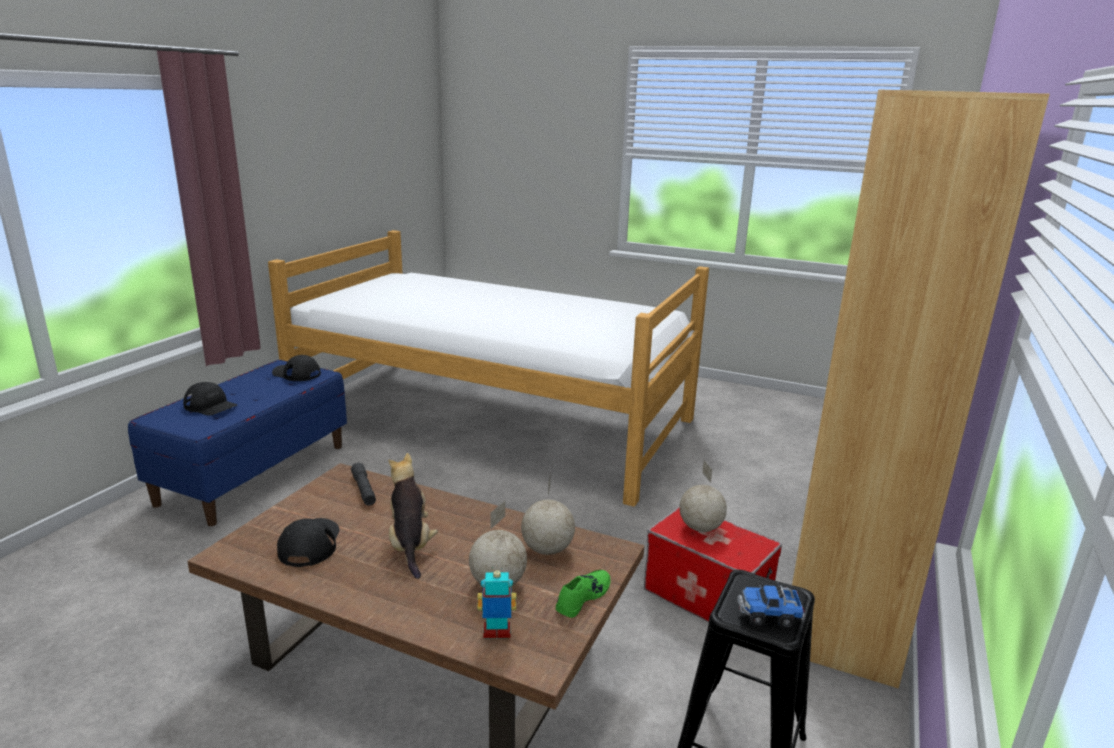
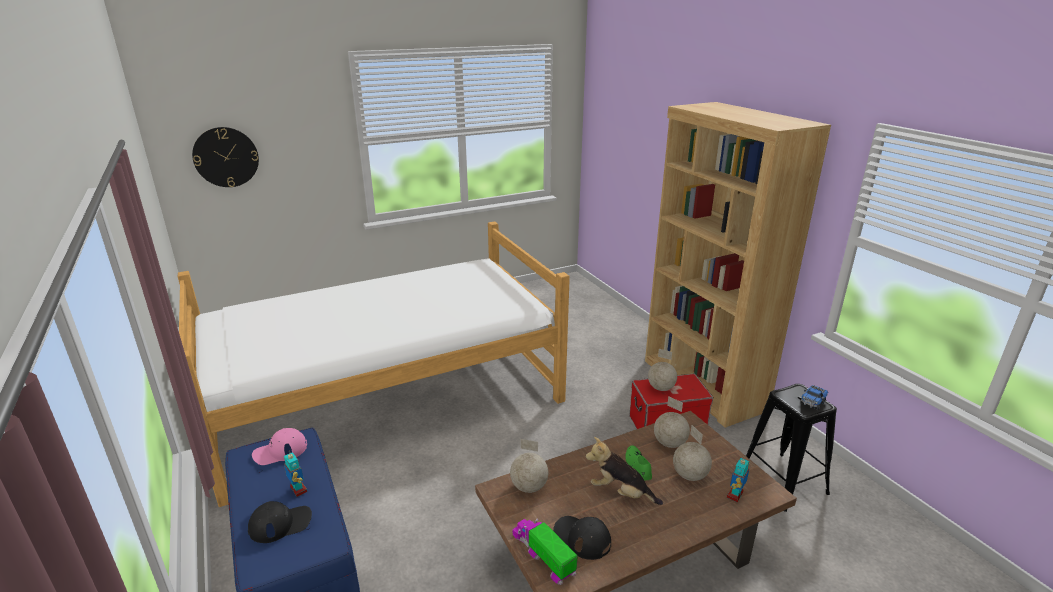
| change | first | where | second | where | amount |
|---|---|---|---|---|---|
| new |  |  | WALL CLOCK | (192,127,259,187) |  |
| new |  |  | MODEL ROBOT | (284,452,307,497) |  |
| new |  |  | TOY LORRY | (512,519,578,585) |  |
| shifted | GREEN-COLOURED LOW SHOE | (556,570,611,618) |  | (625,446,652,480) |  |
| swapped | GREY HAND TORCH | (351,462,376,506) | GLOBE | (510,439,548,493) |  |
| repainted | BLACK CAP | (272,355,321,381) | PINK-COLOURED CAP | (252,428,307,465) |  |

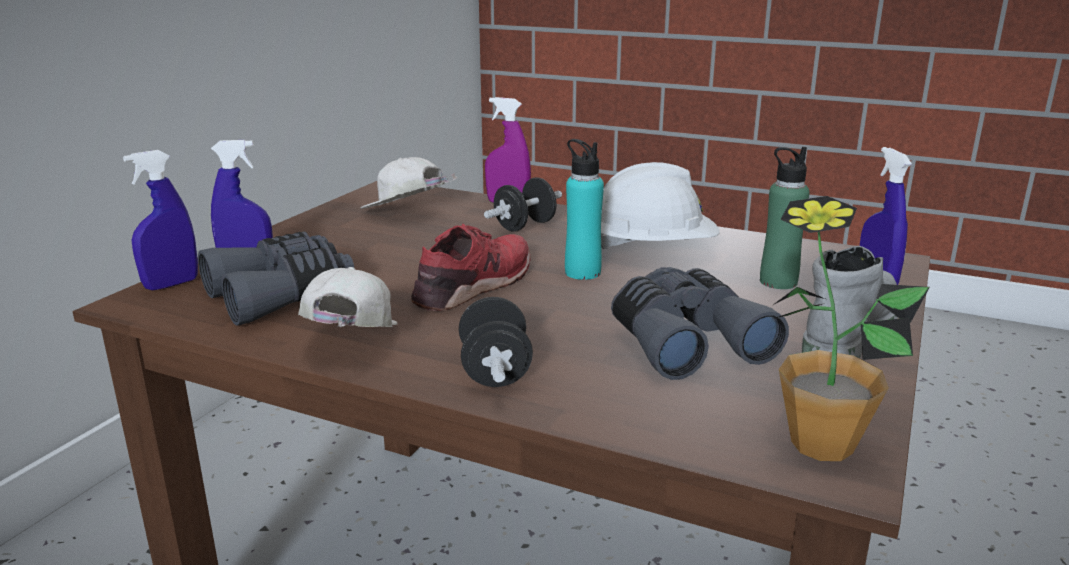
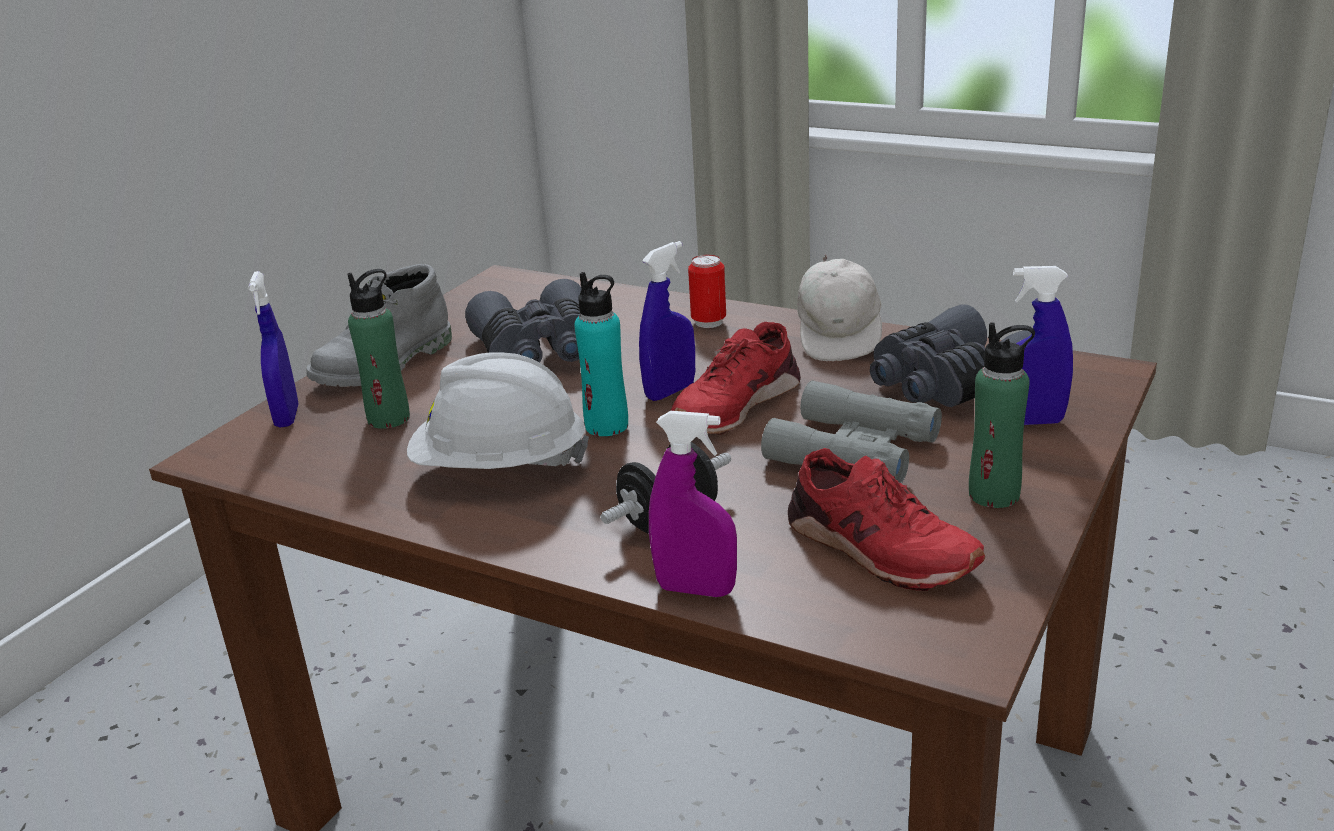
| change | first | where | second | where | amount |
|---|---|---|---|---|---|
| gone | HOUSEPLANT | (772,196,930,461) |  |  |  |
| new |  |  | GREY BINOCULARS | (761,381,942,483) |  |
| new |  |  | GREEN-COLOURED BOTTLE | (969,322,1035,508) |  |
| shifted | BLUE-COLOURED SPRAY BOTTLE | (123,150,198,291) |  | (639,241,695,401) |  |
| swapped | WHITE-COLOURED CAP | (360,157,457,209) | RED-COLOURED LOW SHOE | (788,448,985,591) |  |
| swapped | BLACK FREE WEIGHT | (459,297,533,387) | CAN | (688,255,726,328) |  |

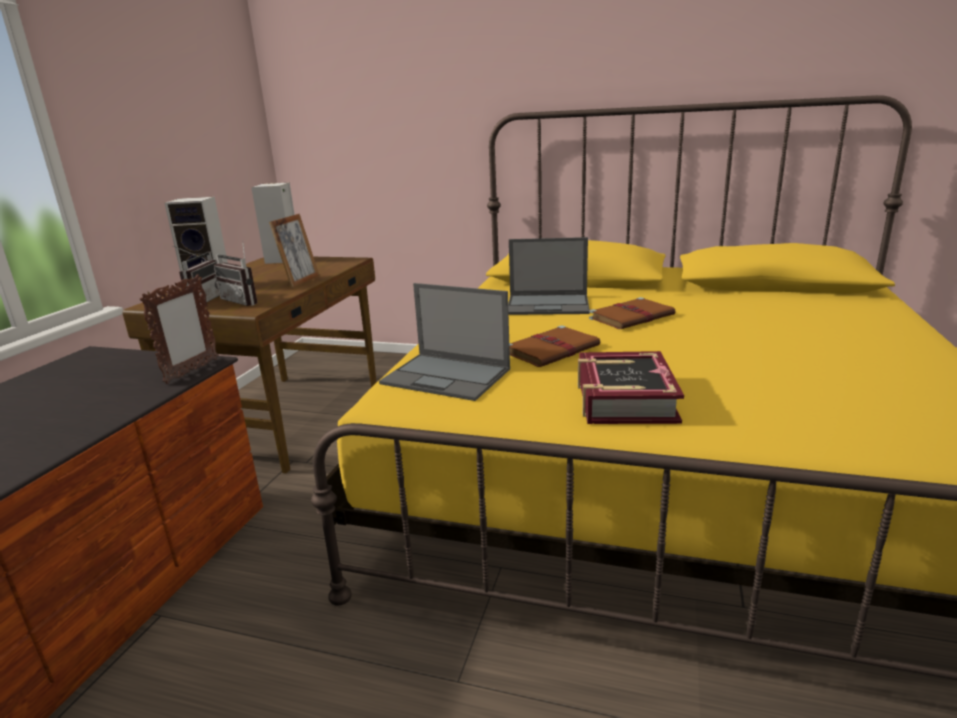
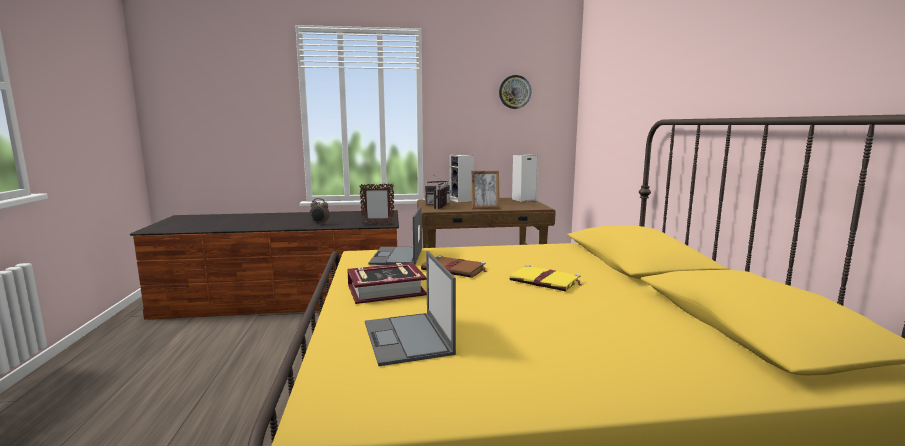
| change | first | where | second | where | amount |
|---|---|---|---|---|---|
| new |  |  | TABLE CLOCK | (310,198,330,224) |  |
| new |  |  | WALL CLOCK | (499,75,531,109) |  |
| shifted | NOTEBOOK COMPUTER | (508,237,590,315) |  | (365,251,456,366) |  |
| repainted | BROWN-COLOURED BOOK | (589,297,676,329) | YELLOW BOOK | (510,265,583,292) |  |

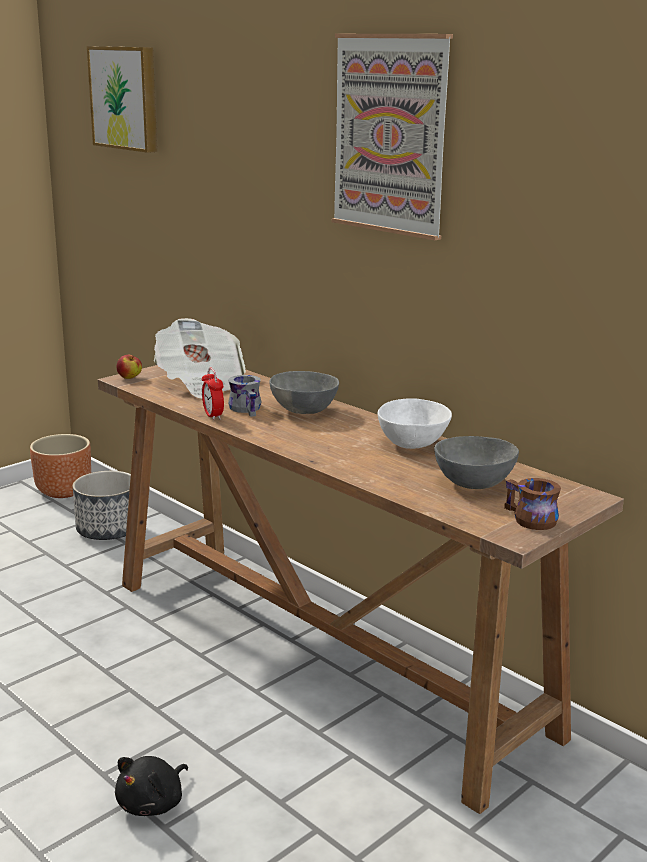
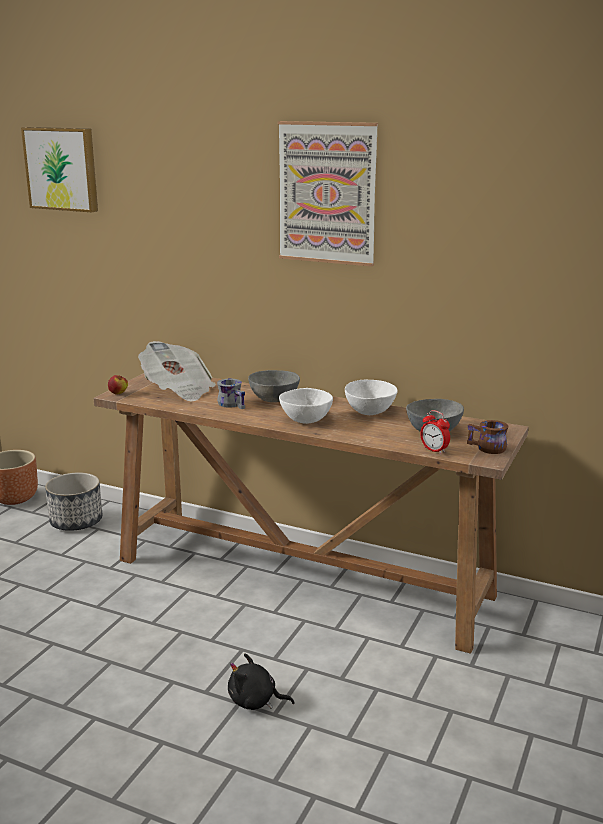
| change | first | where | second | where | amount |
|---|---|---|---|---|---|
| new |  |  | WHITE-COLOURED SERVING BOWL | (279,388,333,424) |  |
| shifted | TABLE CLOCK | (202,368,224,420) |  | (420,410,450,454) |  |
| rotated | BLACK SOFT TOY | (115,756,188,816) |  | (228,653,294,710) | 90 degrees clockwise |

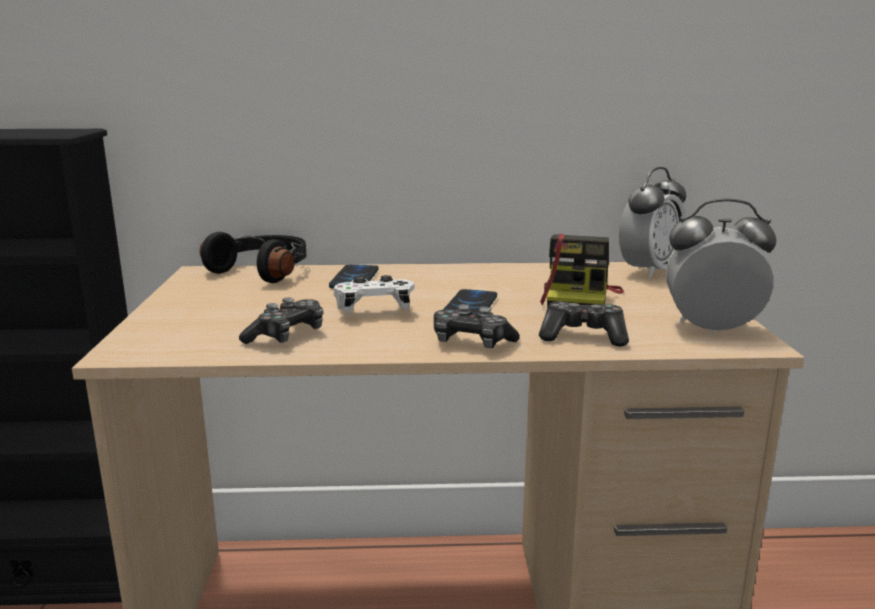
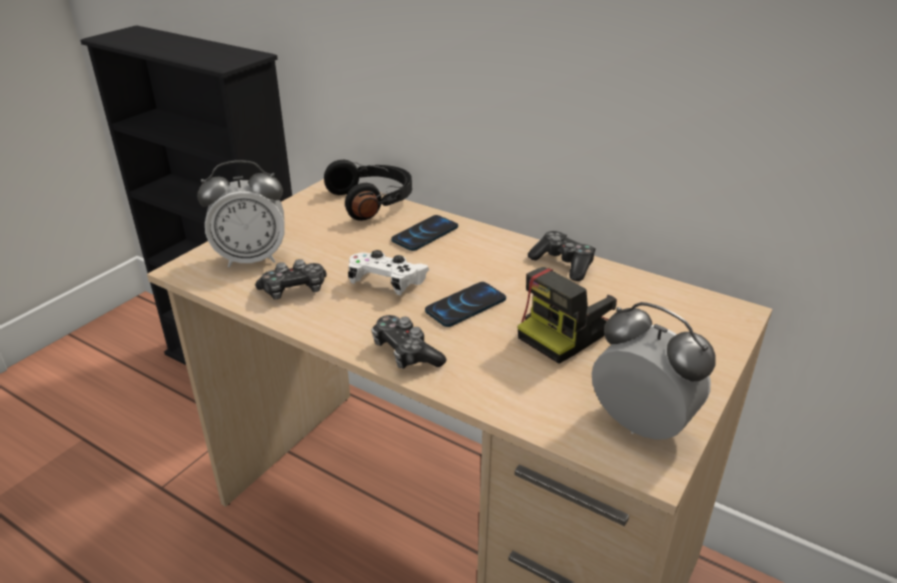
| change | first | where | second | where | amount |
|---|---|---|---|---|---|
| shifted | GAME CONTROLLER | (539,301,629,346) |  | (528,231,596,281) |  |
| shifted | TABLE CLOCK | (619,167,686,278) |  | (197,160,285,268) |  |

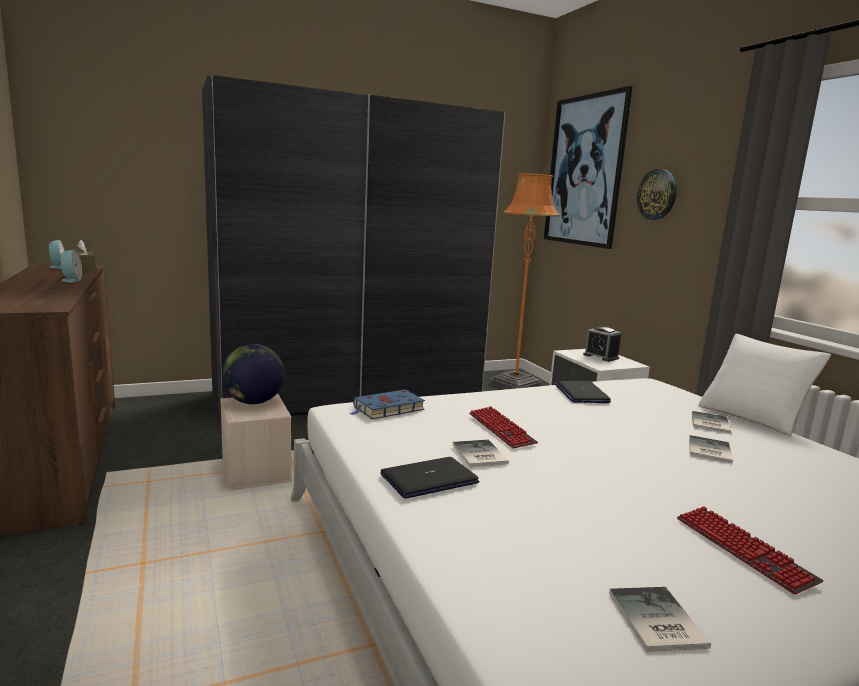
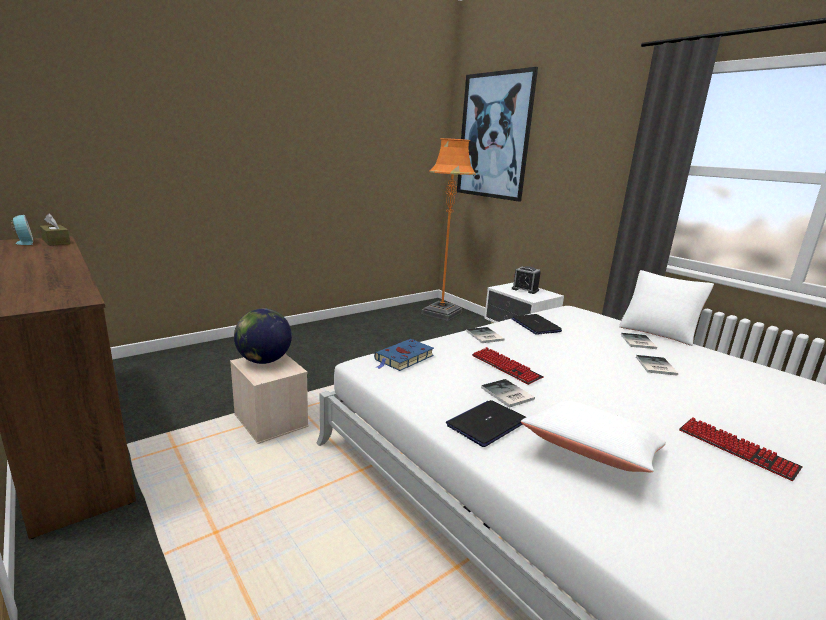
| change | first | where | second | where | amount |
|---|---|---|---|---|---|
| gone | TABLE CLOCK | (59,250,82,282) |  |  |  |
| gone | GREY WARDROBE | (202,75,505,424) |  |  |  |
| gone | WALL CLOCK | (637,169,677,220) |  |  |  |
| new |  |  | WHITE-COLOURED CUSHION | (521,401,666,472) |  |
| shifted | BOOK | (609,587,711,652) |  | (466,327,504,343) |  |

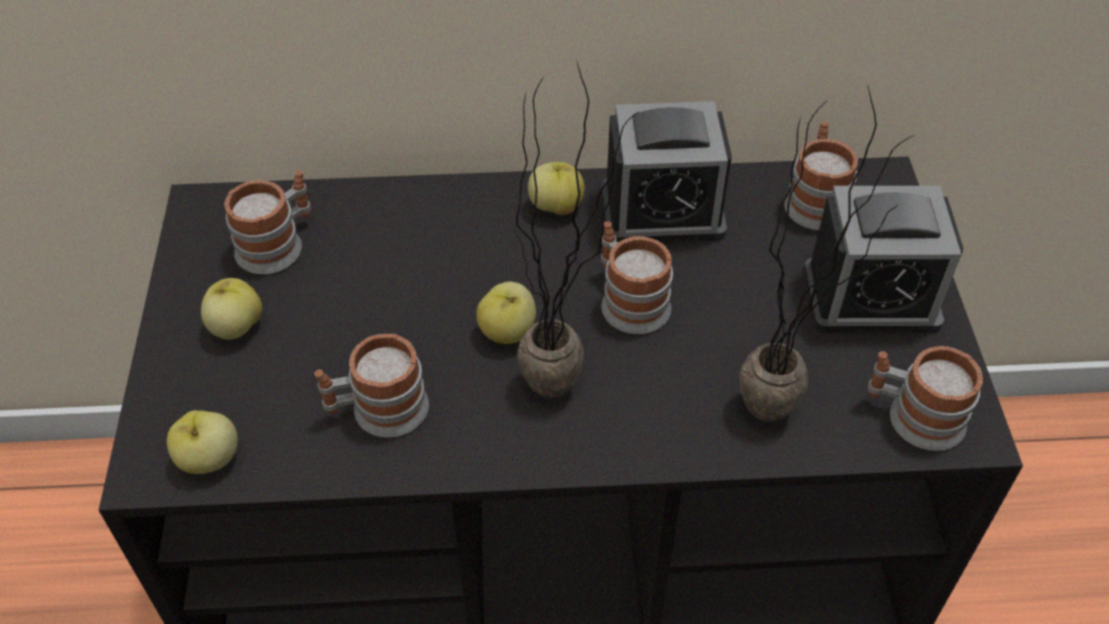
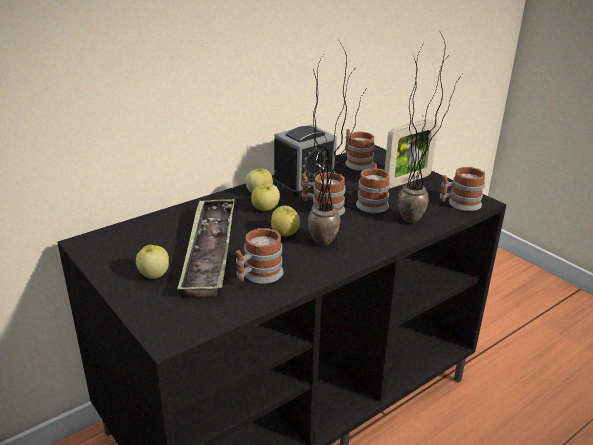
| change | first | where | second | where | amount |
|---|---|---|---|---|---|
| new |  |  | TRAY | (177,199,235,298) |  |
| shifted | WHOLE APPLE | (167,410,238,474) |  | (251,183,280,211) |  |
| shifted | MUG | (225,170,311,274) |  | (356,163,390,213) |  |
| swapped | TABLE CLOCK | (803,186,964,333) | STANDING FRAME | (385,119,438,188) |  |

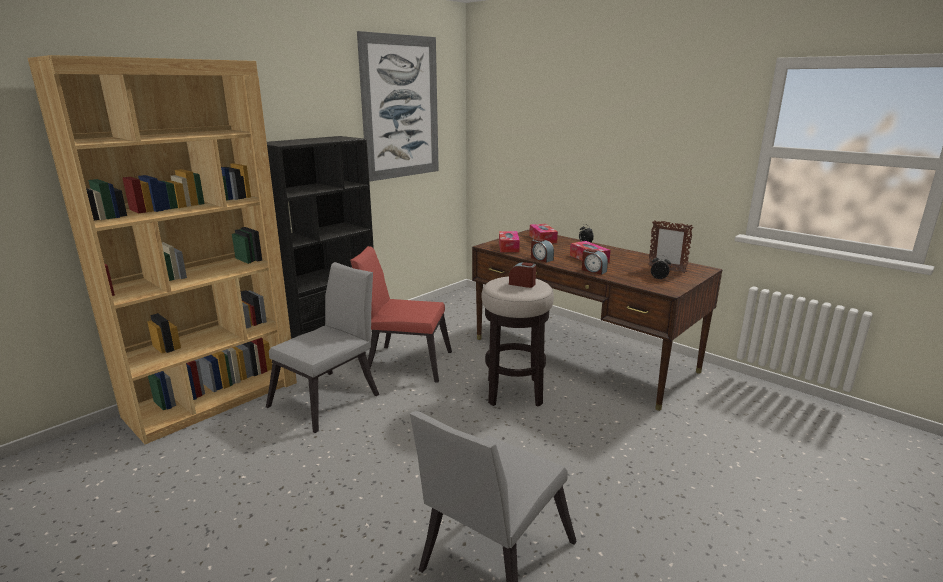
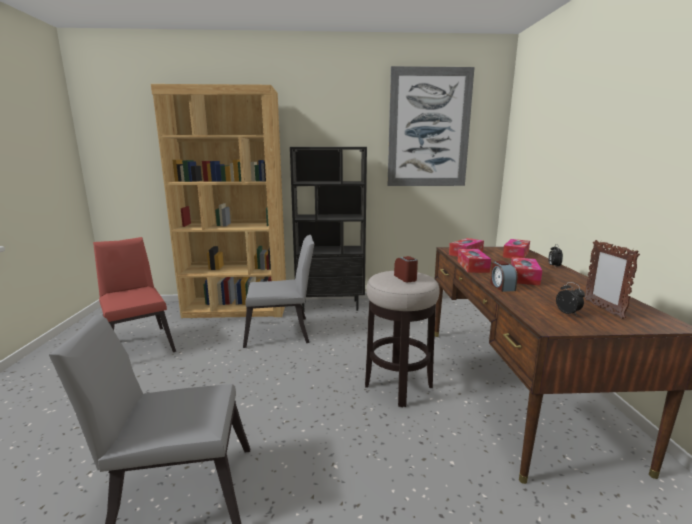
| change | first | where | second | where | amount |
|---|---|---|---|---|---|
| shifted | RED-COLOURED PLAIN CHAIR | (350,246,452,383) |  | (93,237,176,352) |  |
| swapped | TABLE CLOCK | (531,238,554,263) | BOX OF TISSUES | (457,249,491,273) |  |

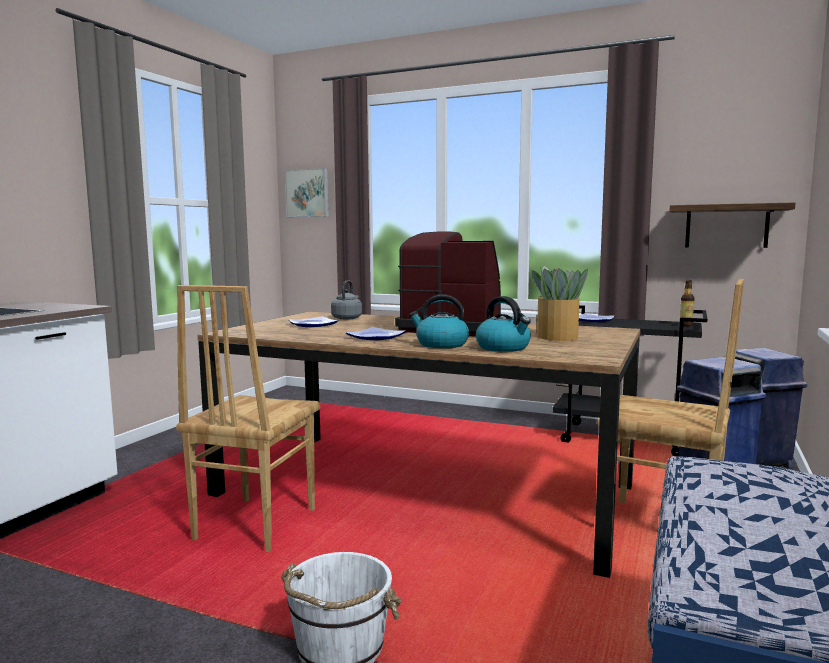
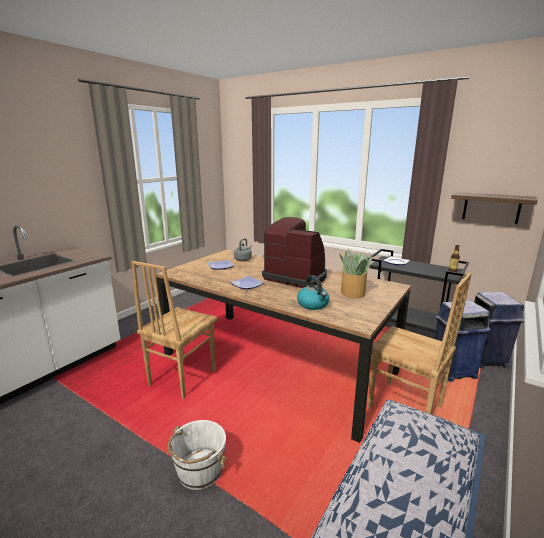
| change | first | where | second | where | amount |
|---|---|---|---|---|---|
| gone | PICTURE | (285,168,329,217) |  |  |  |
| gone | KETTLE | (409,295,469,348) |  |  |  |

